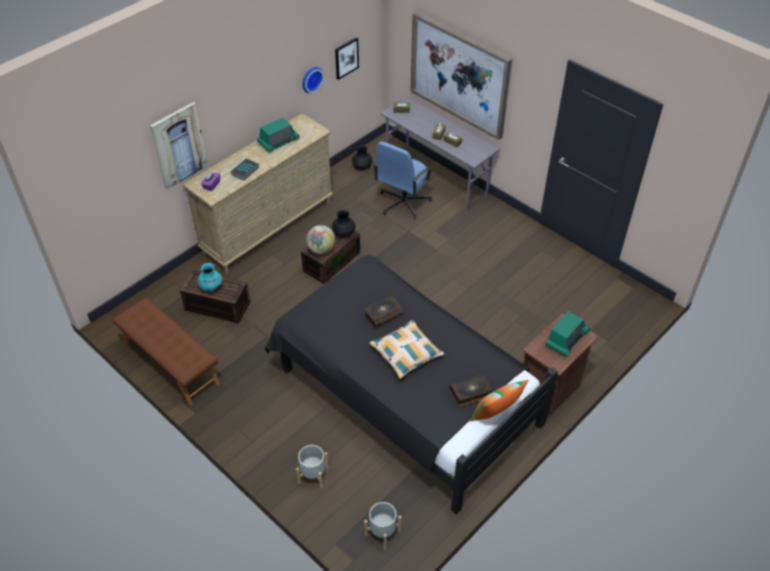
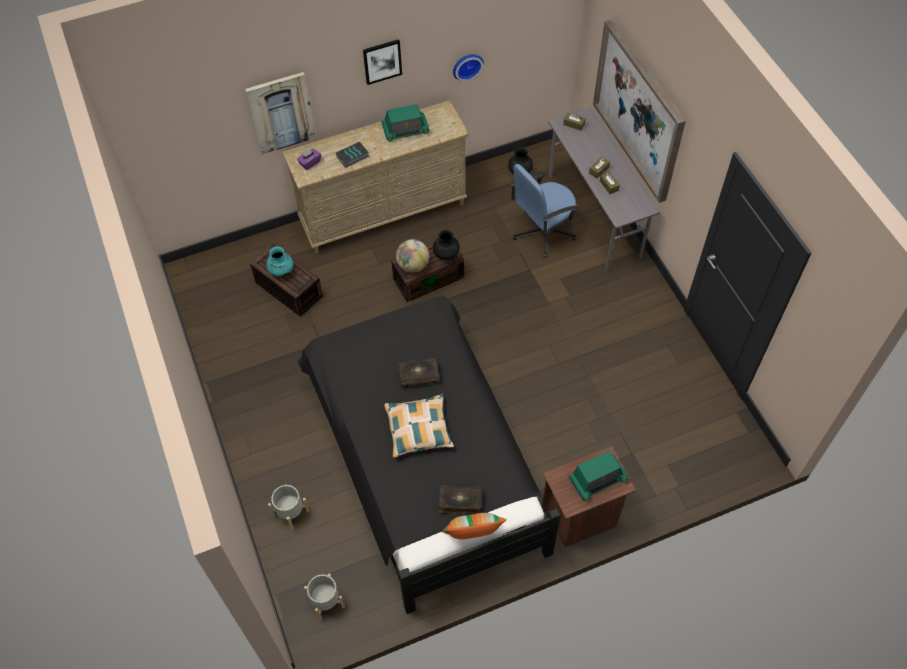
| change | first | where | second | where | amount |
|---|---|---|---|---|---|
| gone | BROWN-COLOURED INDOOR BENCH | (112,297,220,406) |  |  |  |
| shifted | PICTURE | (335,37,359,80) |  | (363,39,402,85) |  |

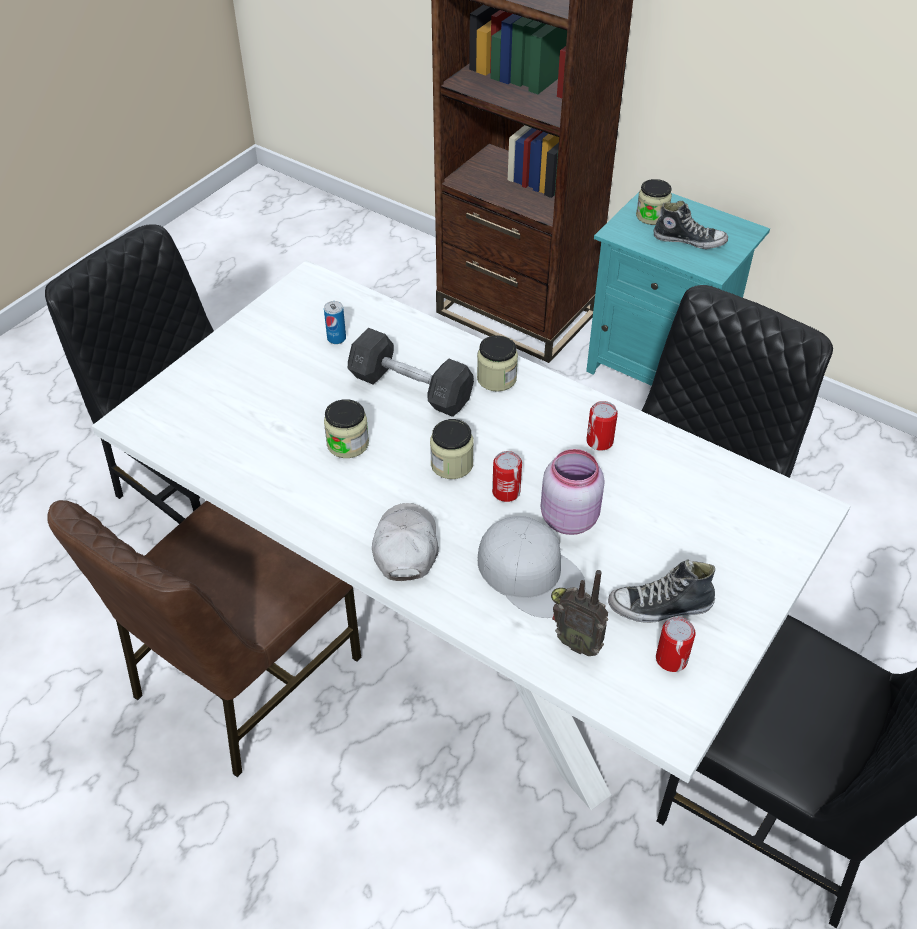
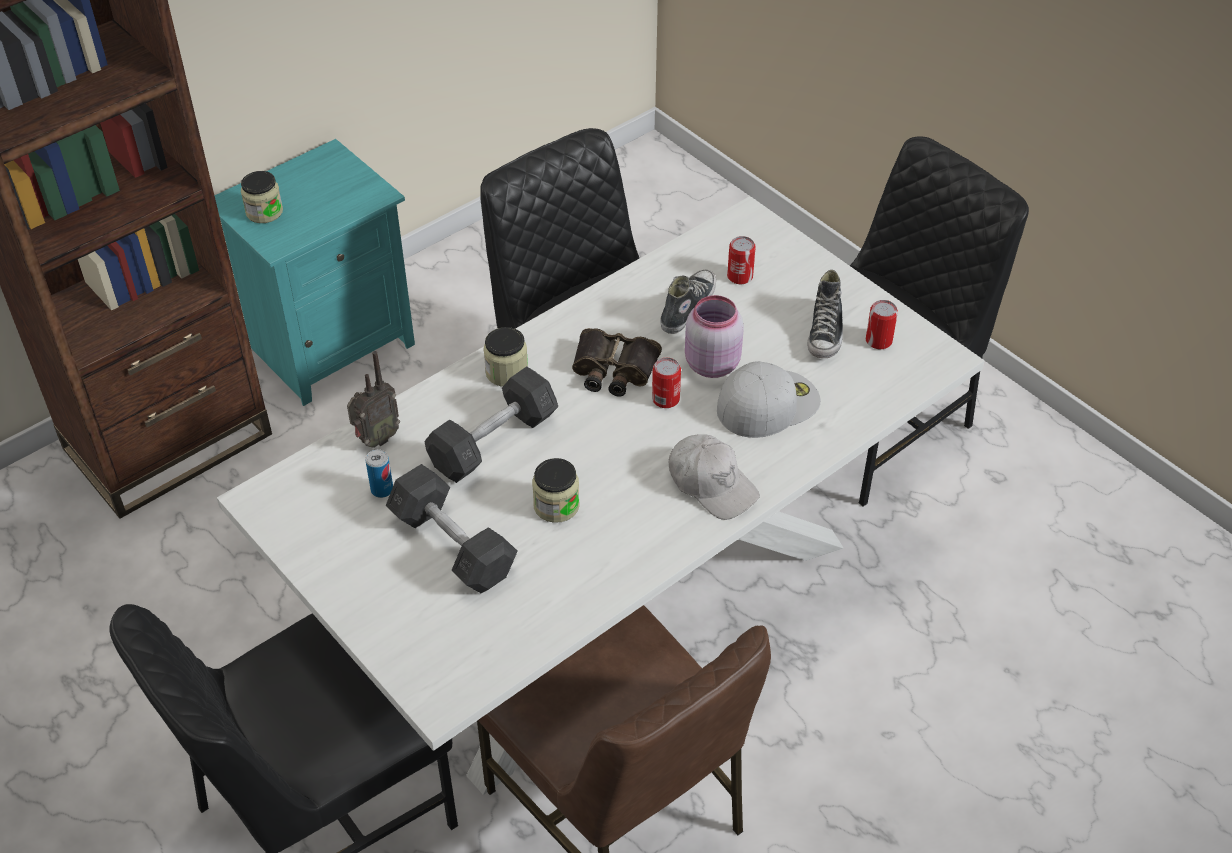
| change | first | where | second | where | amount |
|---|---|---|---|---|---|
| gone | JAR | (430,419,474,479) |  |  |  |
| new |  |  | GREY FREE WEIGHT | (386,464,517,593) |  |
| new |  |  | BINOCULARS | (572,328,662,397) |  |
| shifted | RADIO RECEIVER | (552,570,608,656) |  | (347,351,400,448) |  |
| shifted | CAN | (586,401,618,451) |  | (727,236,756,284) |  |
| shifted | LOW SHOE | (654,201,728,249) |  | (660,270,716,334) |  |
| rotated | WHITE-COLOURED CAP | (372,503,439,581) |  | (669,434,760,520) | 150 degrees counterclockwise |

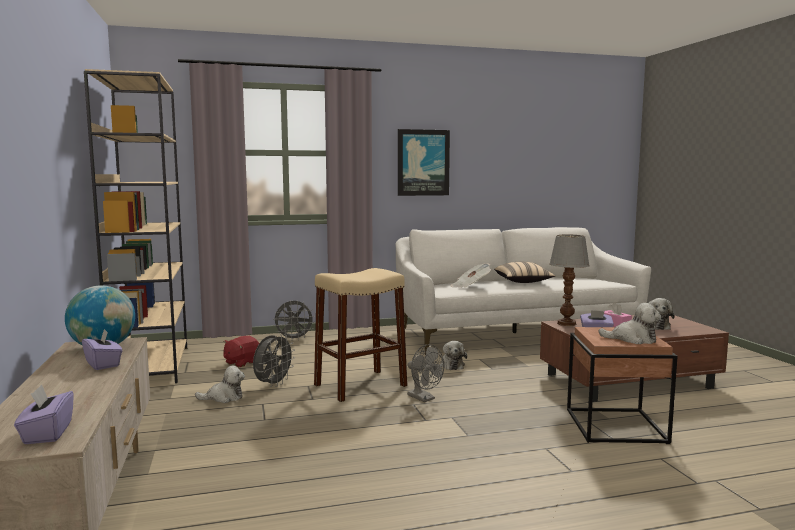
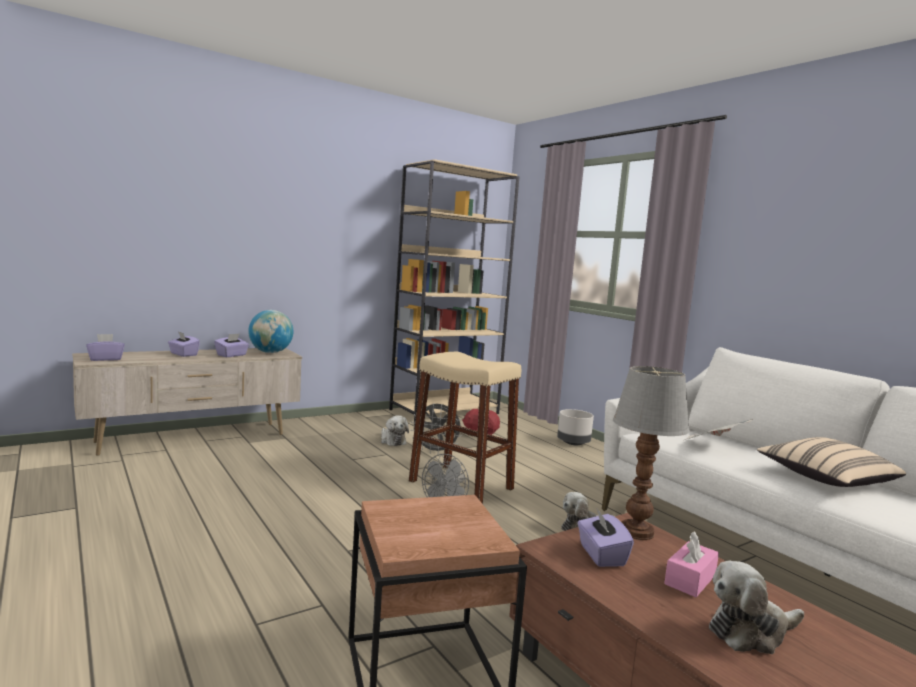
| change | first | where | second | where | amount |
|---|---|---|---|---|---|
| gone | PICTURE | (398,129,450,196) |  |  |  |
| gone | SOFT TOY | (598,303,661,344) |  |  |  |
| new |  |  | PURPLE BOX OF TISSUES | (168,331,200,357) |  |
| swapped | GREY FAN | (273,300,315,341) | GREY PLANT POT | (557,409,594,445) |  |

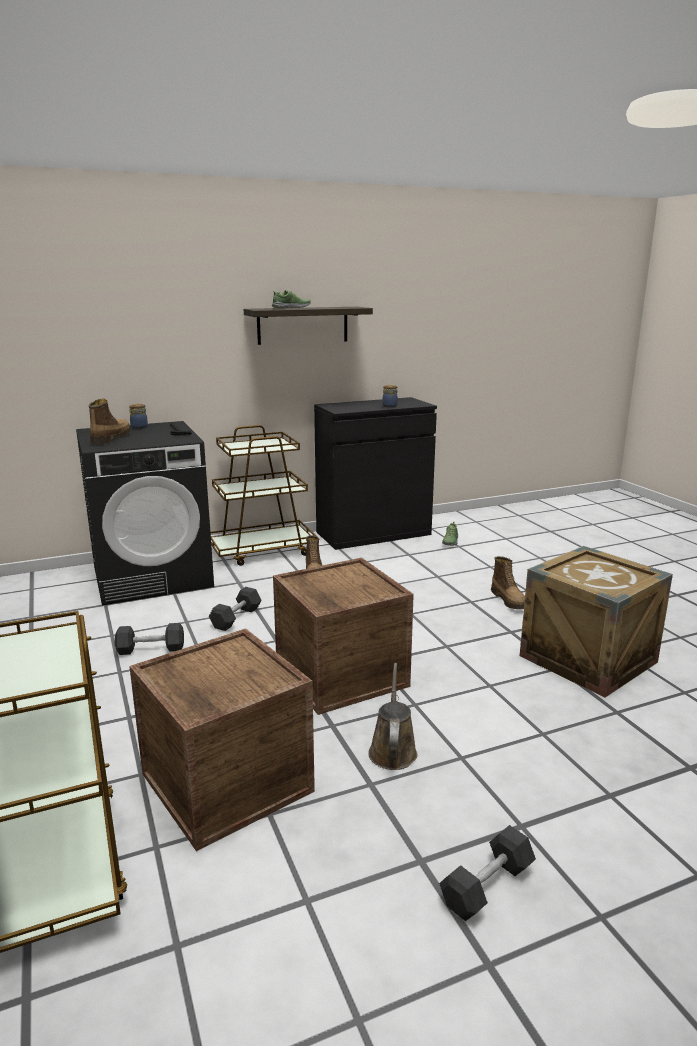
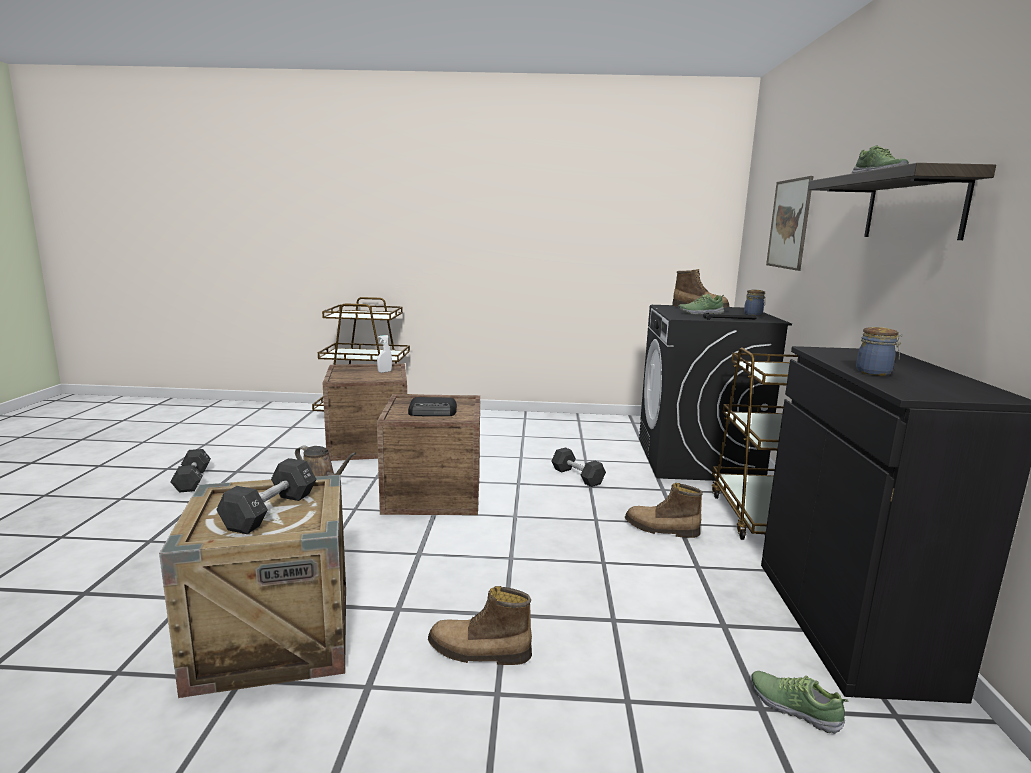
| change | first | where | second | where | amount |
|---|---|---|---|---|---|
| new |  |  | WHITE-COLOURED SPRAY BOTTLE | (377,335,392,373) |  |
| new |  |  | RADIO RECEIVER | (408,397,457,416) |  |
| new |  |  | LOW SHOE | (678,294,724,315) |  |
| new |  |  | PICTURE | (766,176,813,271) |  |
| shifted | BLACK FREE WEIGHT | (115,623,184,655) |  | (216,458,317,534) |  |

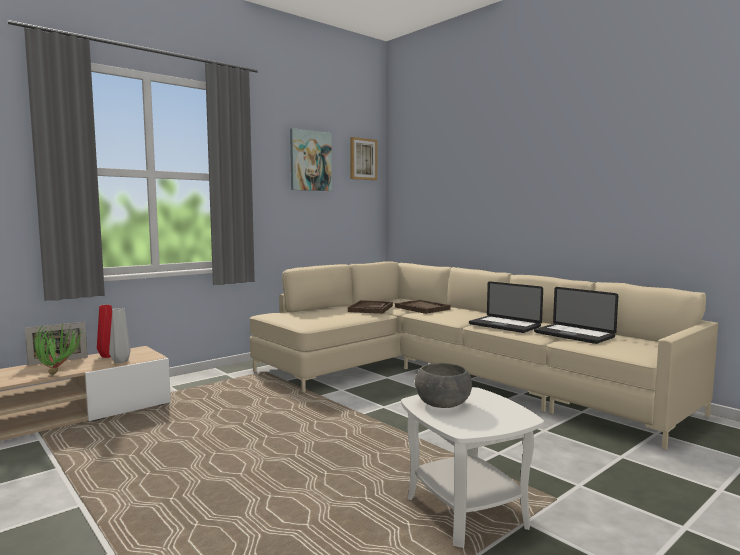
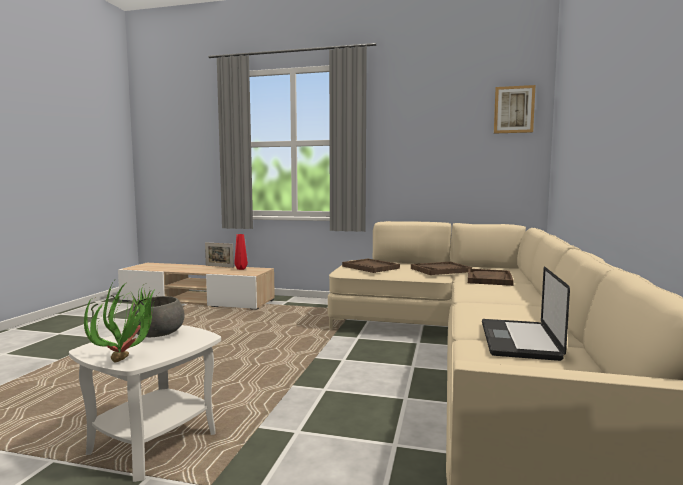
| change | first | where | second | where | amount |
|---|---|---|---|---|---|
| gone | GREY DECORATIVE VASE | (109,308,130,363) |  |  |  |
| gone | PICTURE | (290,128,332,191) |  |  |  |
| gone | NOTEBOOK COMPUTER | (469,281,543,333) |  |  |  |
| new |  |  | BROWN-COLOURED TRAY | (342,259,400,273) |  |
| shifted | HOUSEPLANT | (34,324,83,375) |  | (84,281,158,362) |  |

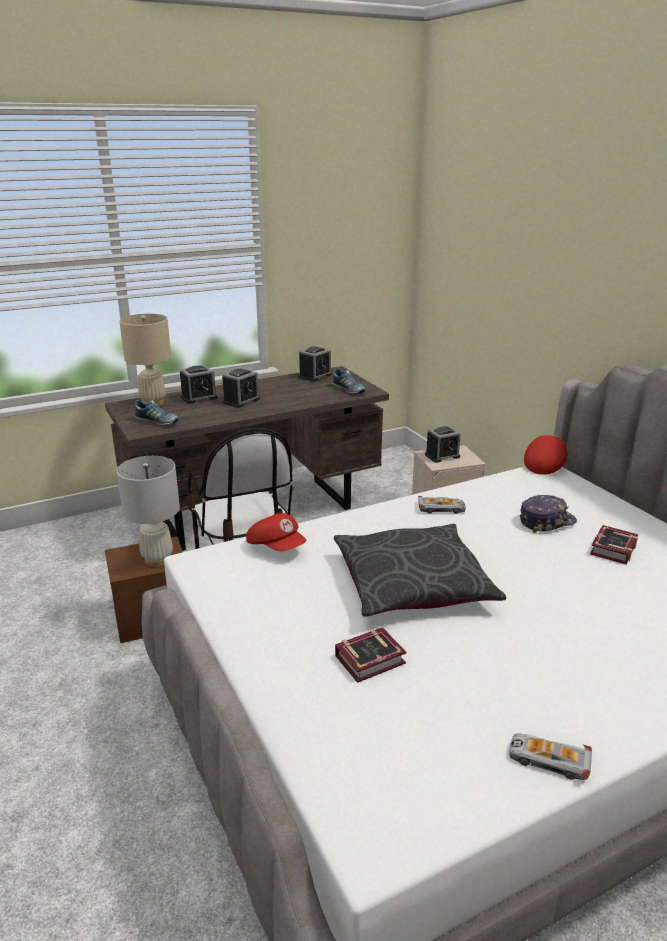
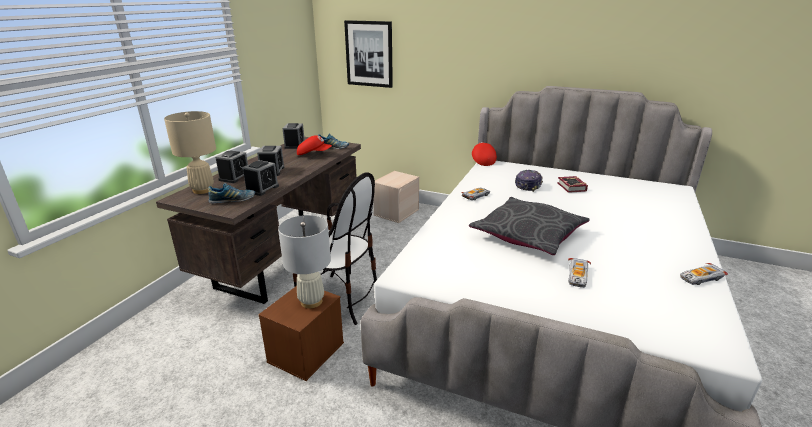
| change | first | where | second | where | amount |
|---|---|---|---|---|---|
| new |  |  | PICTURE | (344,20,393,88) |  |
| shifted | RED-COLOURED CAP | (246,513,306,551) |  | (297,135,332,155) |  |
| shifted | TABLE CLOCK | (425,426,461,463) |  | (243,160,279,196) |  |
| swapped | BOOK | (335,627,407,683) | TOY CAR | (568,258,591,288) |  |

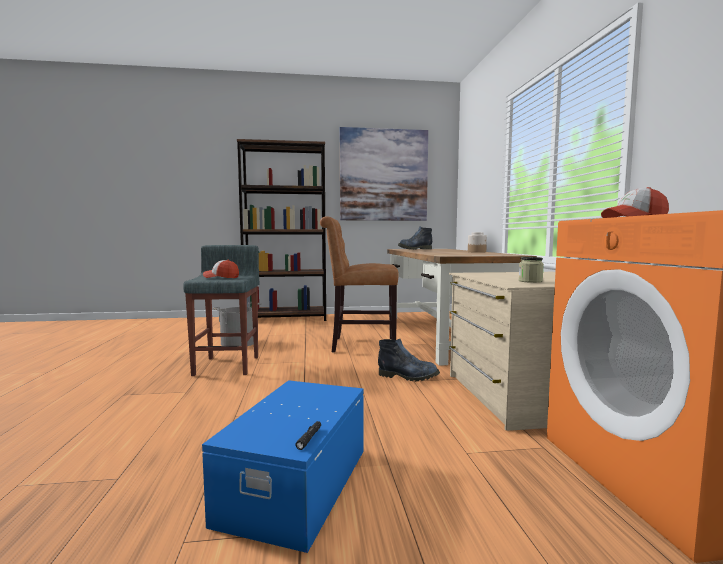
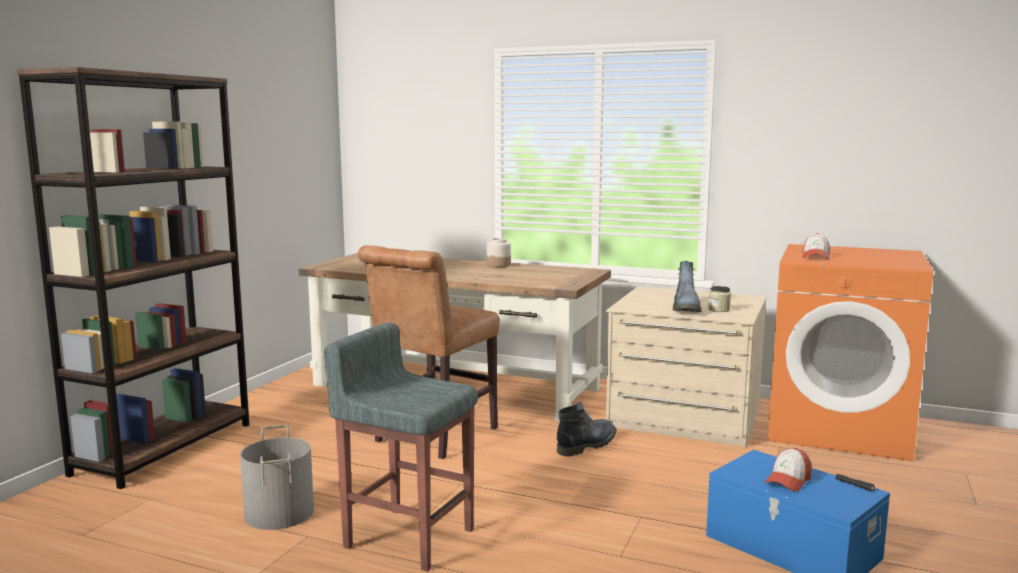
| change | first | where | second | where | amount |
|---|---|---|---|---|---|
| gone | PICTURE | (340,127,428,221) |  |  |  |
| shifted | CAP | (203,260,239,278) |  | (765,448,812,492) |  |
| shifted | BOOT | (398,226,432,249) |  | (673,261,702,312) |  |

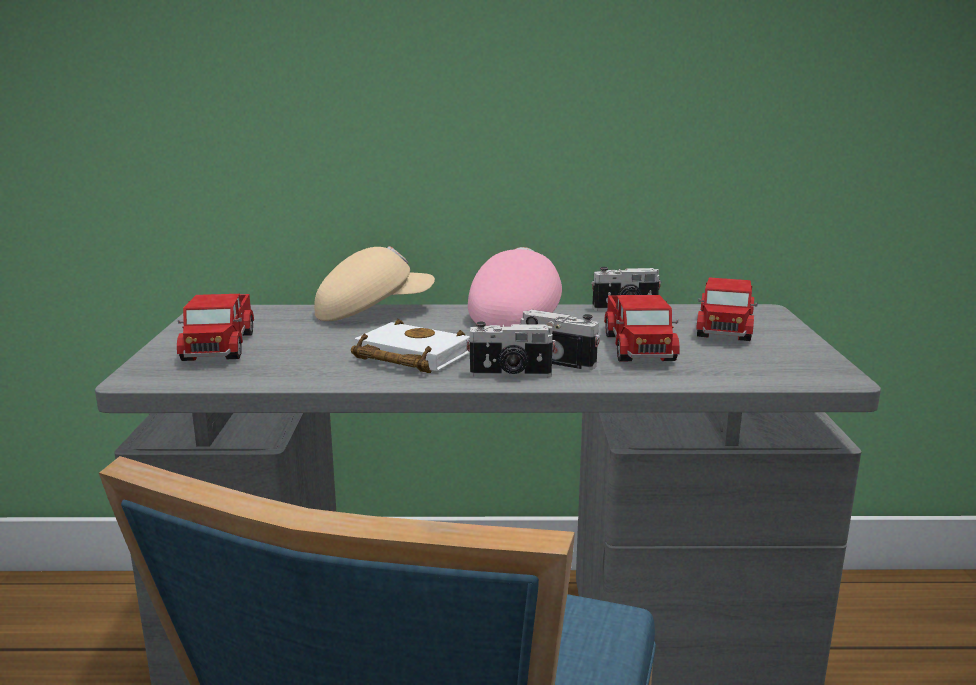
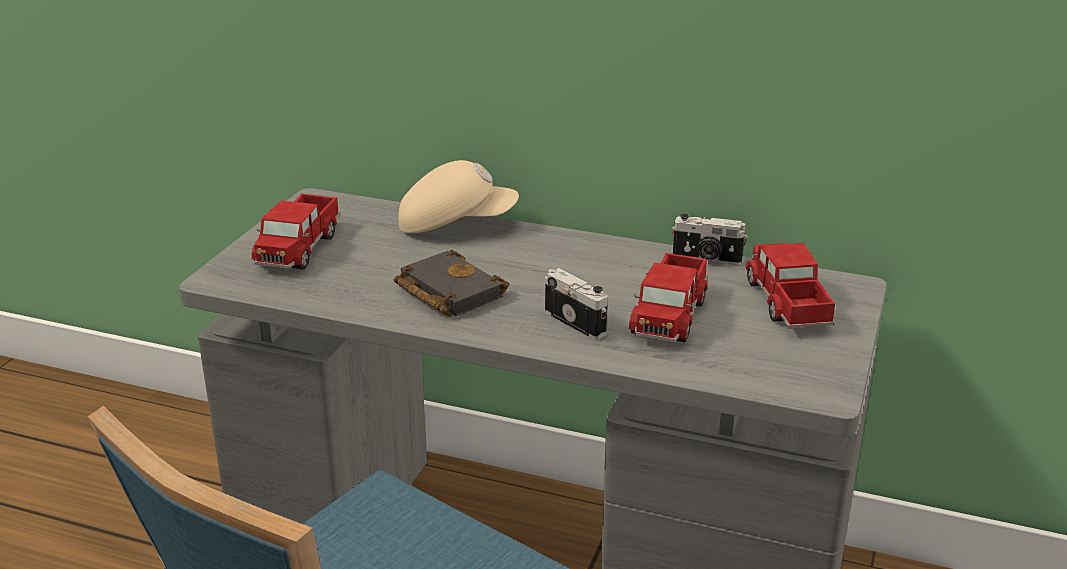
| change | first | where | second | where | amount |
|---|---|---|---|---|---|
| gone | STILL CAMERA | (466,322,556,377) |  |  |  |
| gone | PINK-COLOURED CAP | (468,247,562,327) |  |  |  |
| repainted | WHITE-COLOURED BOOK | (351,319,470,373) | BLACK BOOK | (394,250,509,317) |  |
| rotated | TOY LORRY | (696,277,758,341) |  | (746,243,835,329) | 135 degrees clockwise |

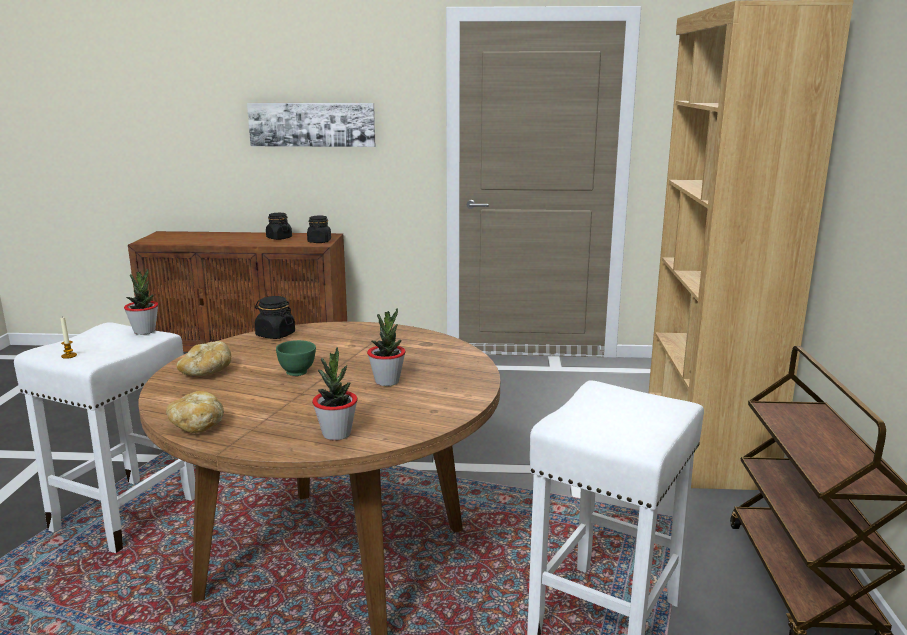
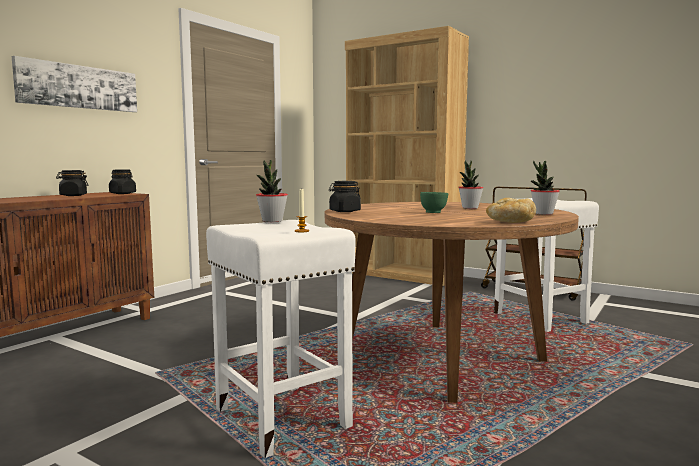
| change | first | where | second | where | amount |
|---|---|---|---|---|---|
| gone | BREAD | (177,341,231,376) |  |  |  |

